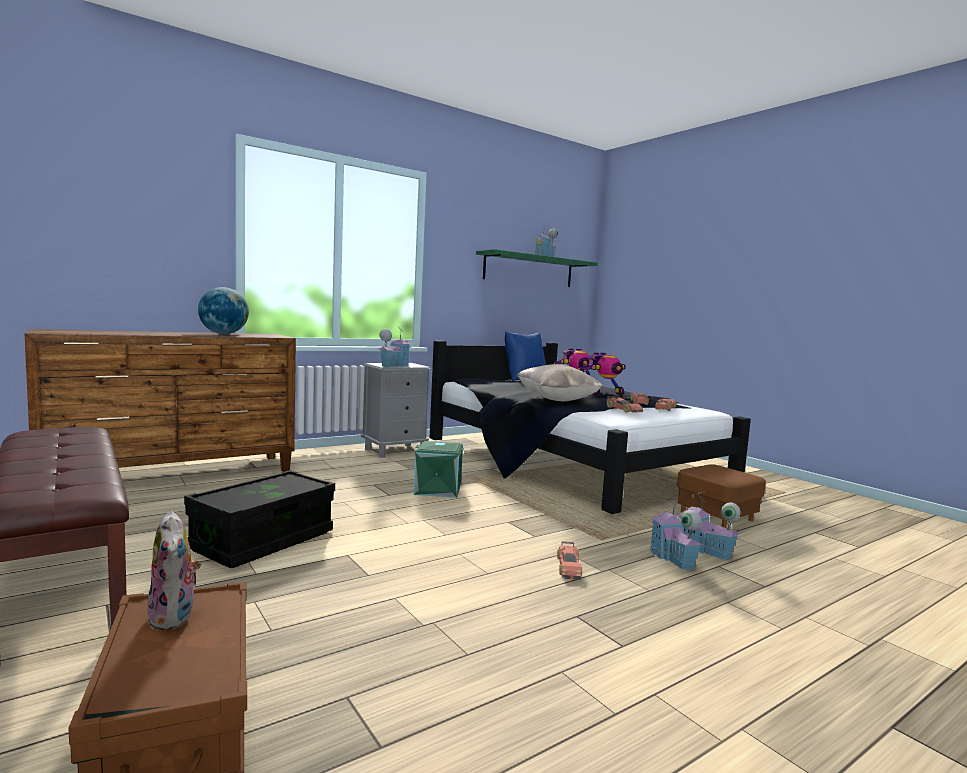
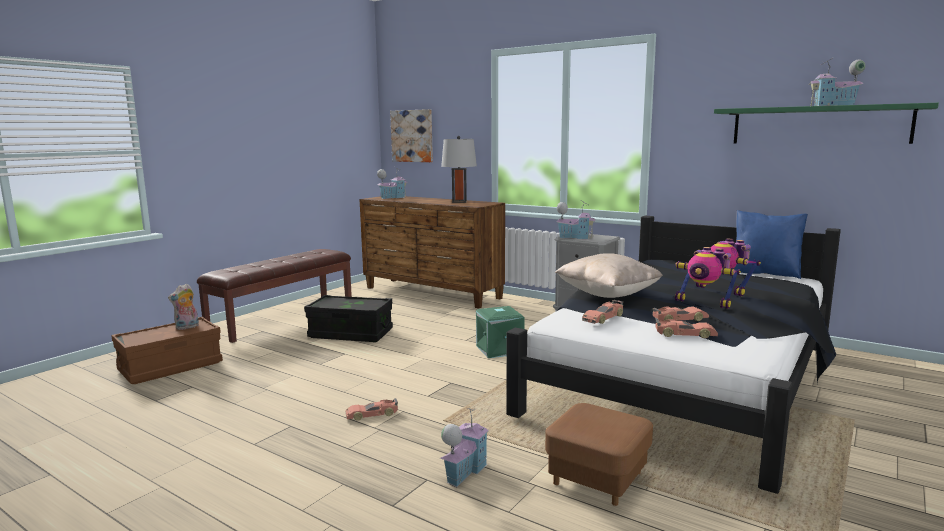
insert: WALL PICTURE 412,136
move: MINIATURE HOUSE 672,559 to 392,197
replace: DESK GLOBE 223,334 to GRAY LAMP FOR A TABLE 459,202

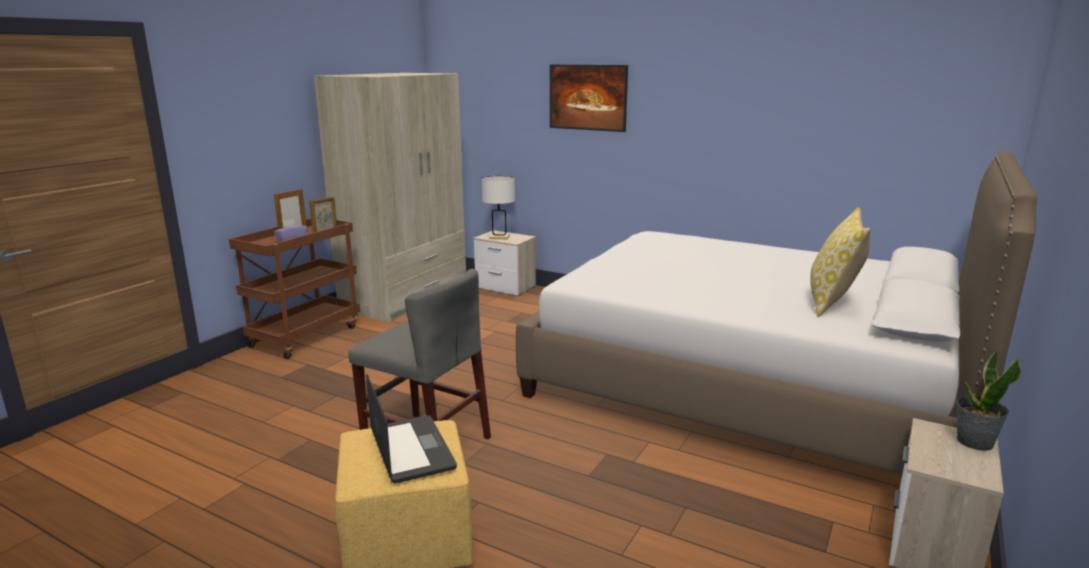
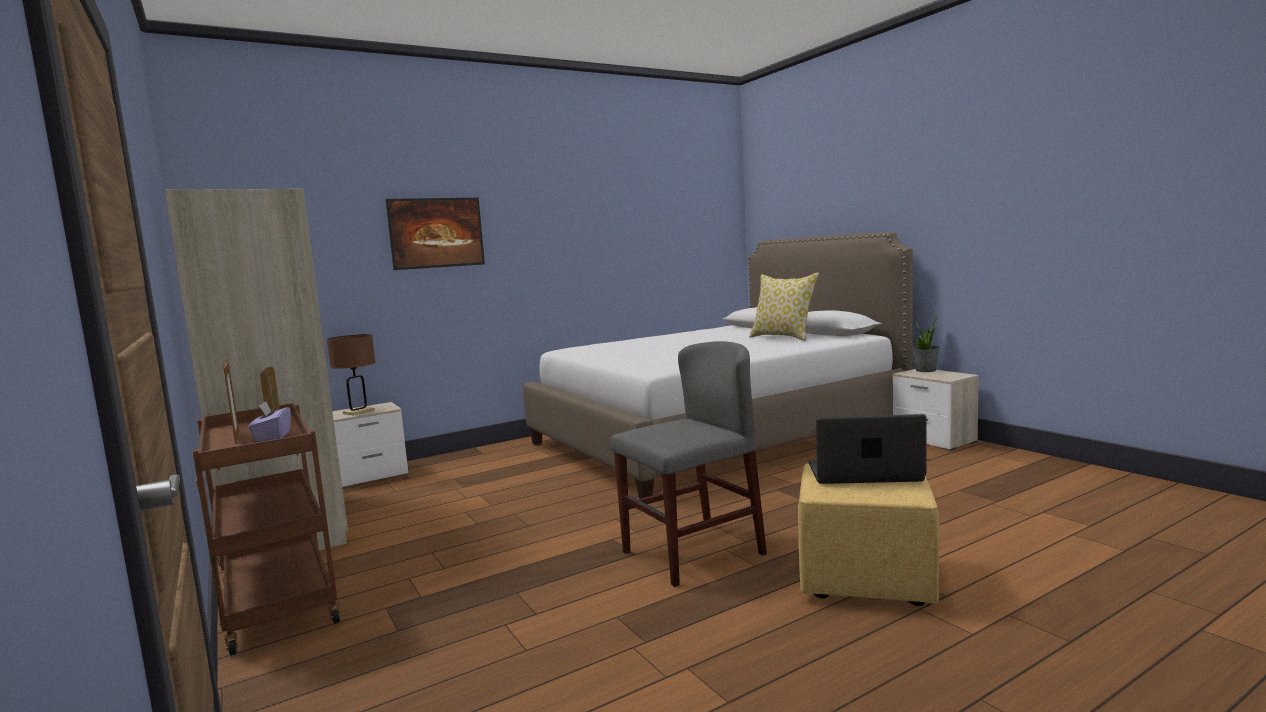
recolor: WHITISH LAMP FOR A TABLE 499,237 to BROWN-COLOURED LAMP FOR A TABLE 359,412

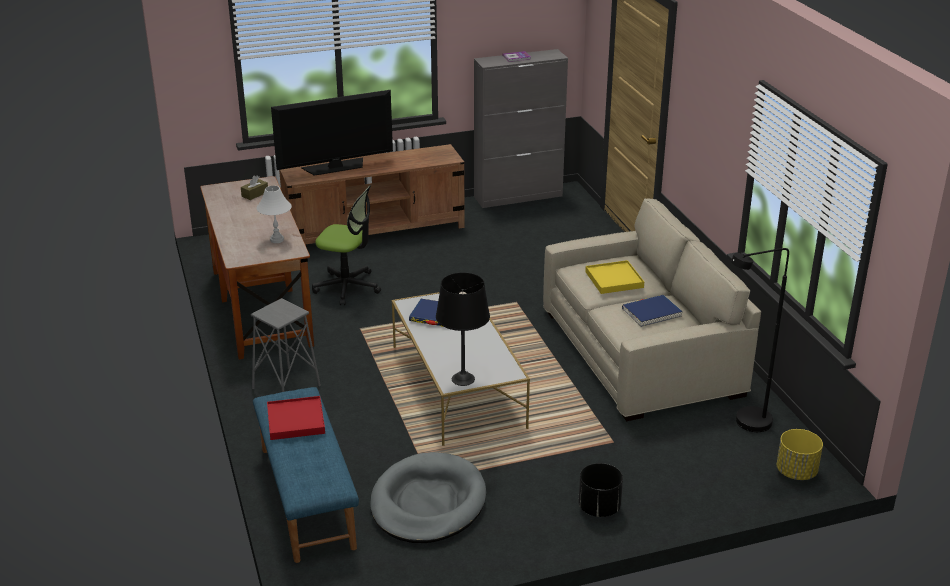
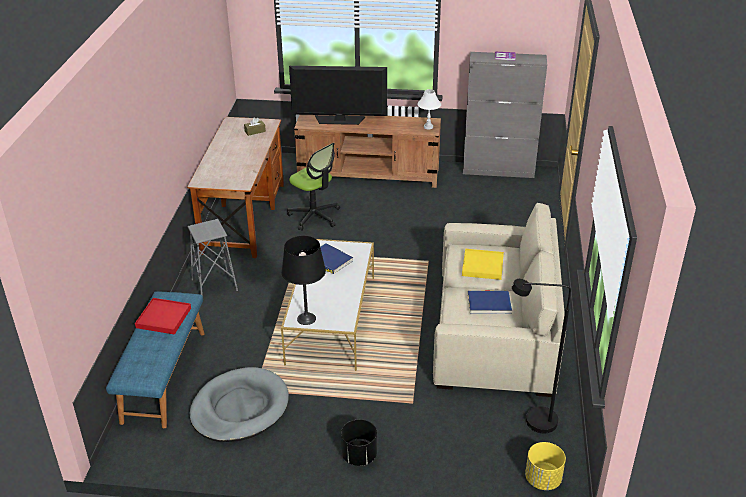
move: WHITISH LAMP FOR A TABLE 276,240 to 428,127

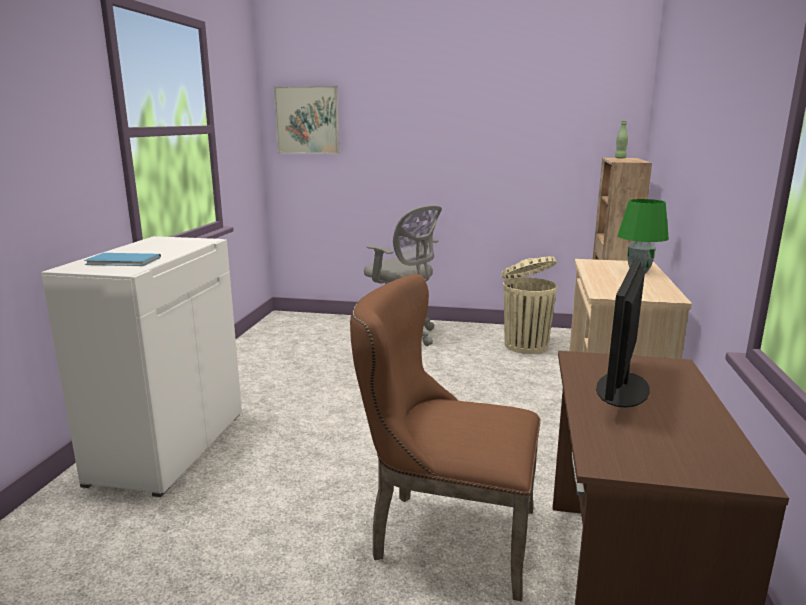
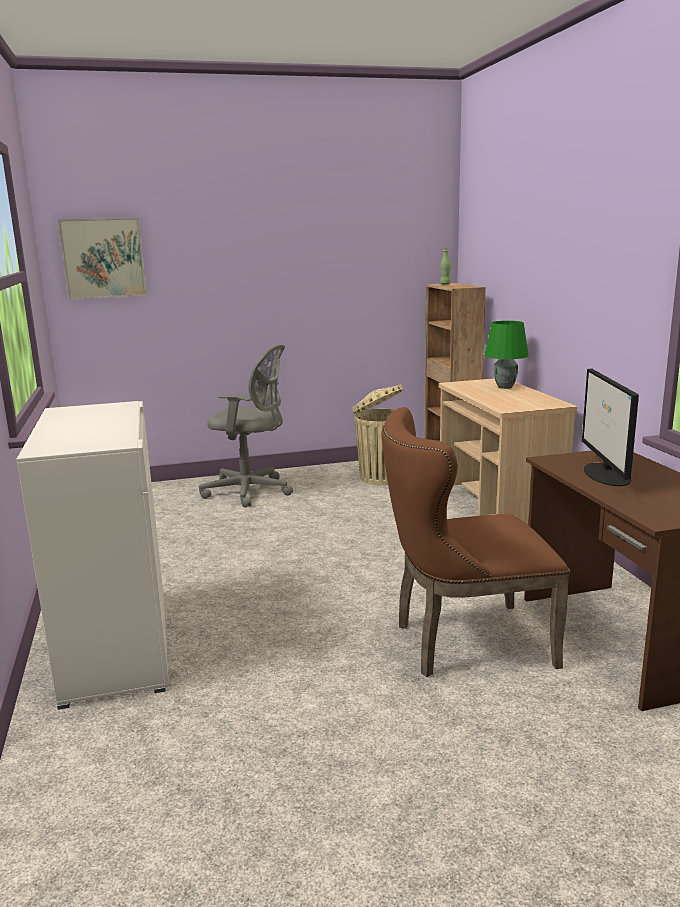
delete: BLUISH BOOK 124,261

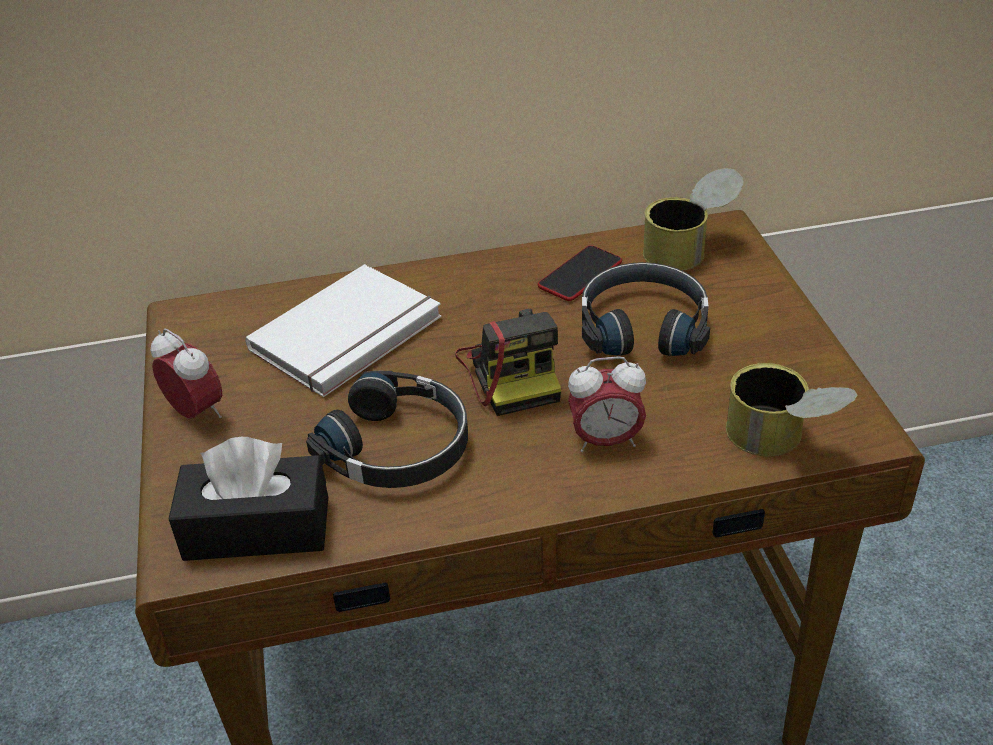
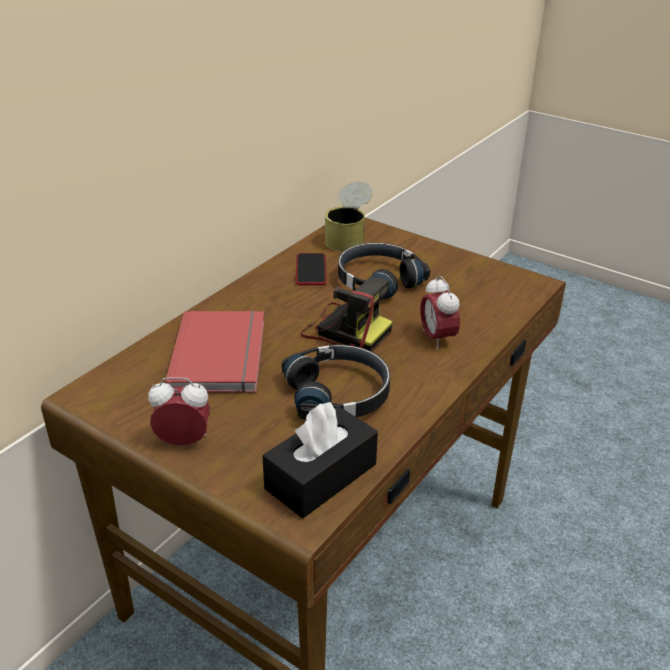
delete: CAN 782,442
recolor: WHITISH BOOK 350,335 to RED-COLOURED BOOK 222,354
rotate: BEDSIDE CLOCK 606,441 = 437,338 120 degrees clockwise

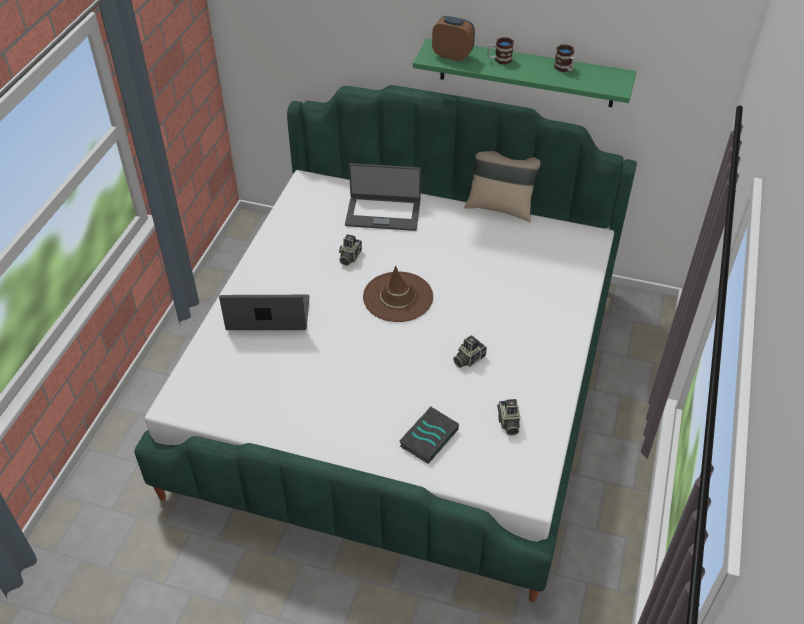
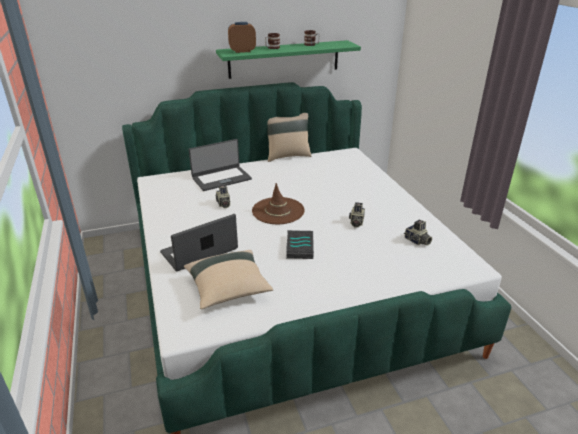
insert: BEIGE-COLOURED PILLOW 228,289
move: BOOK 428,437 to 299,247

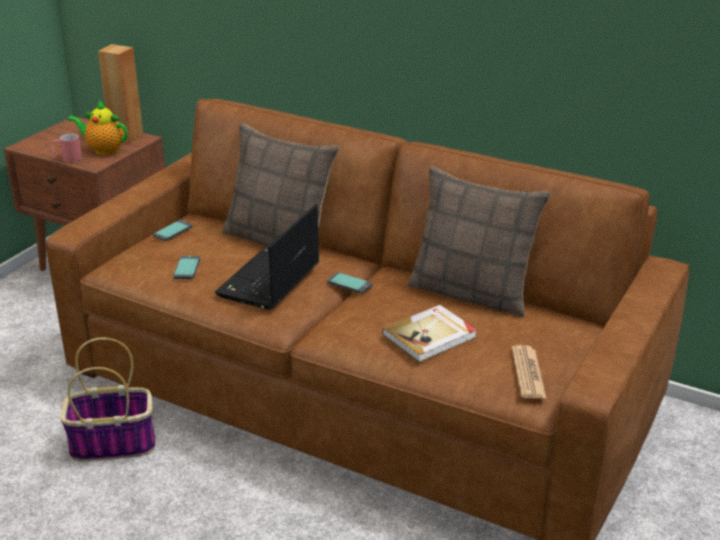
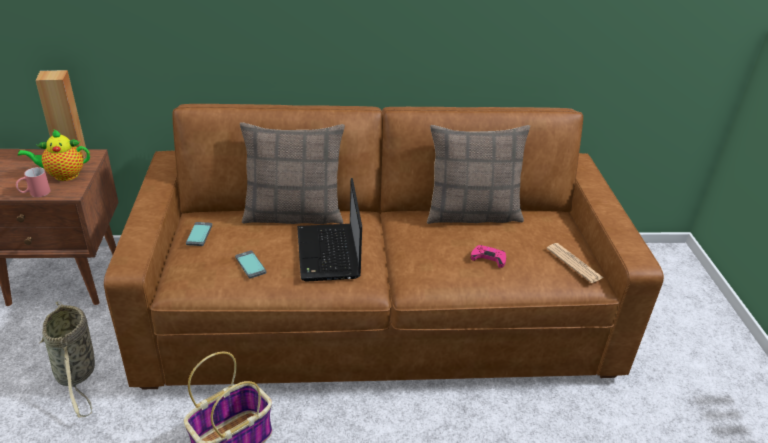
delete: TELEPHONE 349,284
insert: STORAGE BASKET 77,375
replace: BOOK 430,336 to PINK-COLOURED JOYPAD 488,258

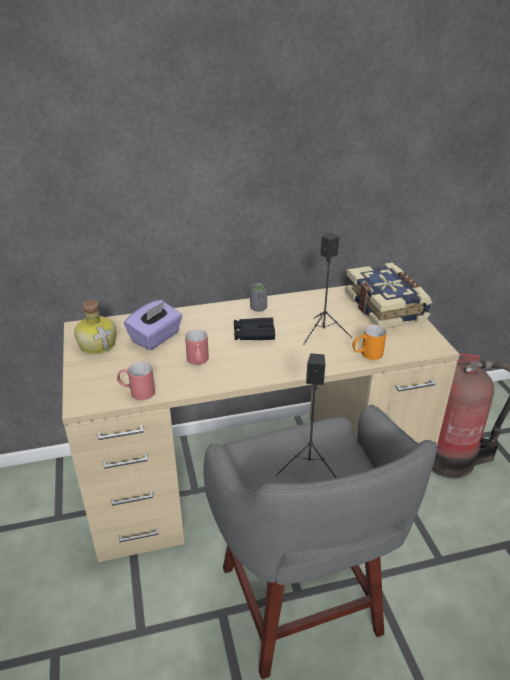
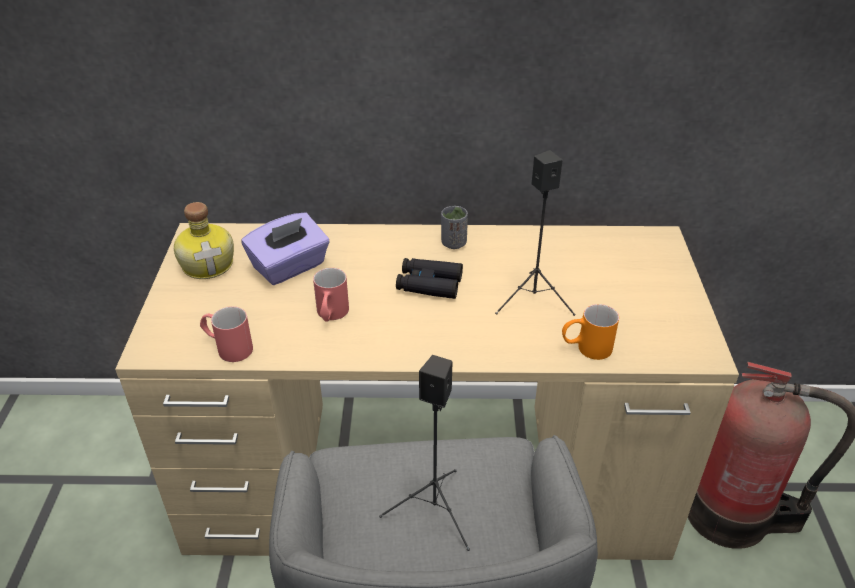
delete: BOOK 386,307

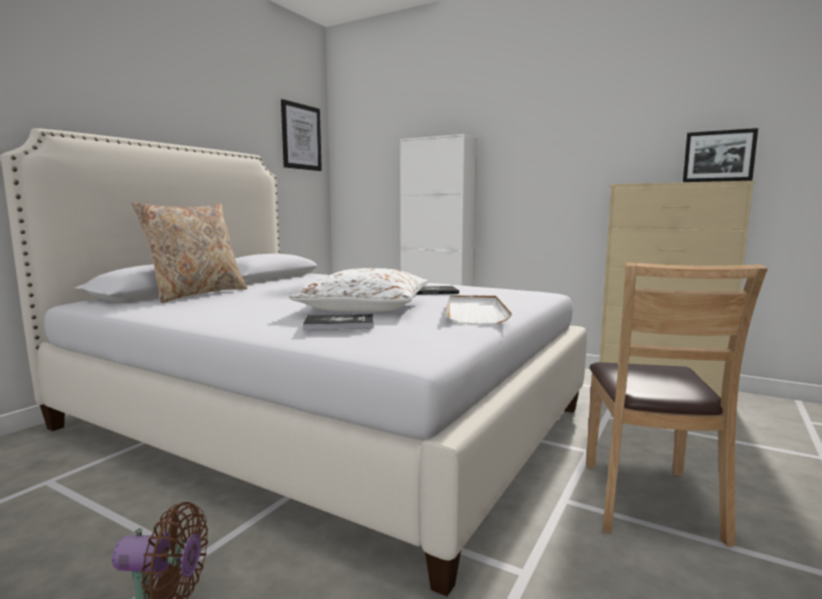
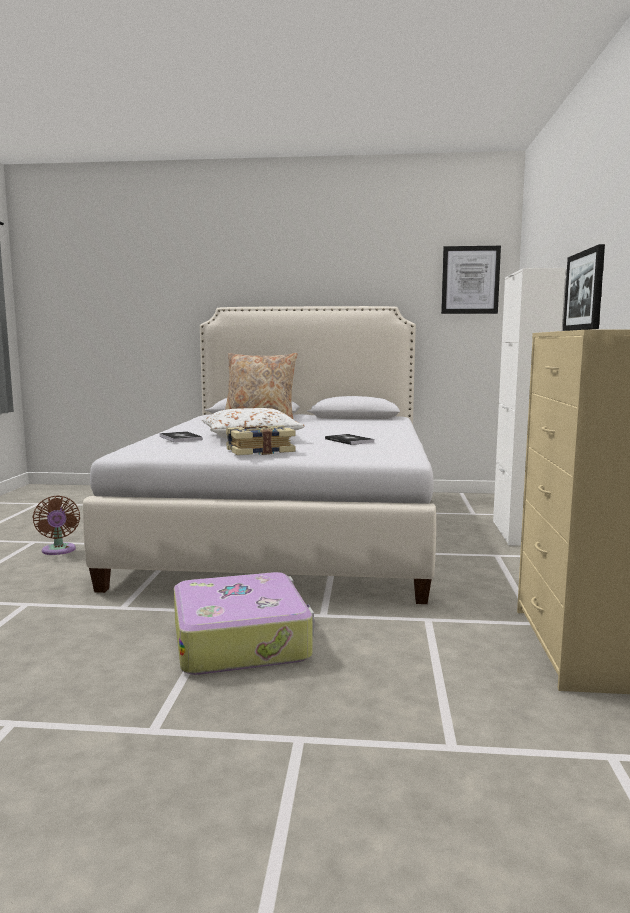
replace: WHITISH SERVING TRAY 475,312 to BOOK 259,451; BROWN-COLOURED UPRIGHT CHAIR 648,501 to PIECE OF LUGGAGE 242,640

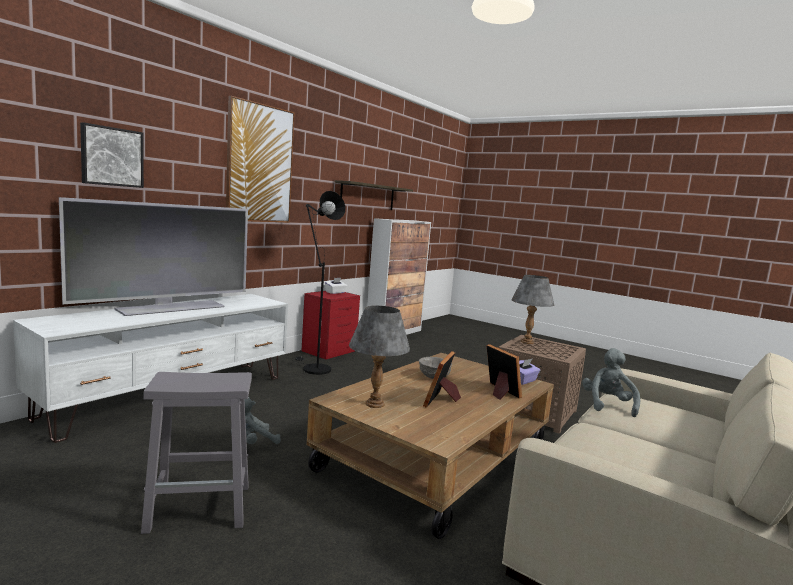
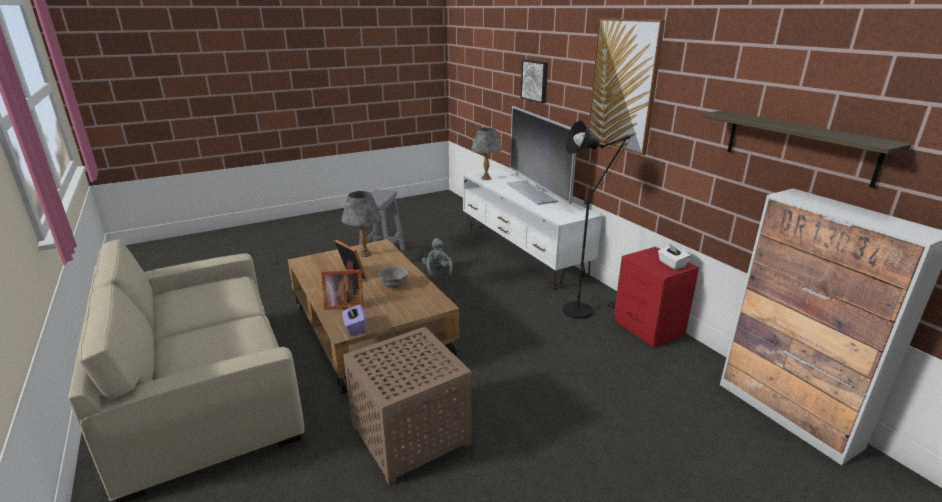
delete: GRAY PLUSH TOY 607,405
move: GRAY LAMP FOR A TABLE 527,342 to 486,178

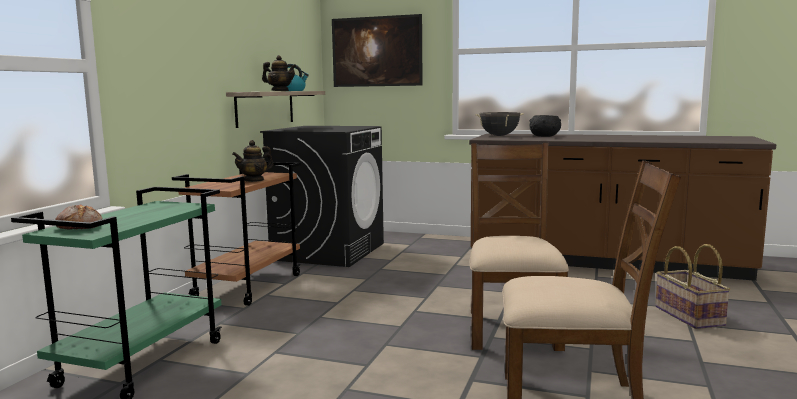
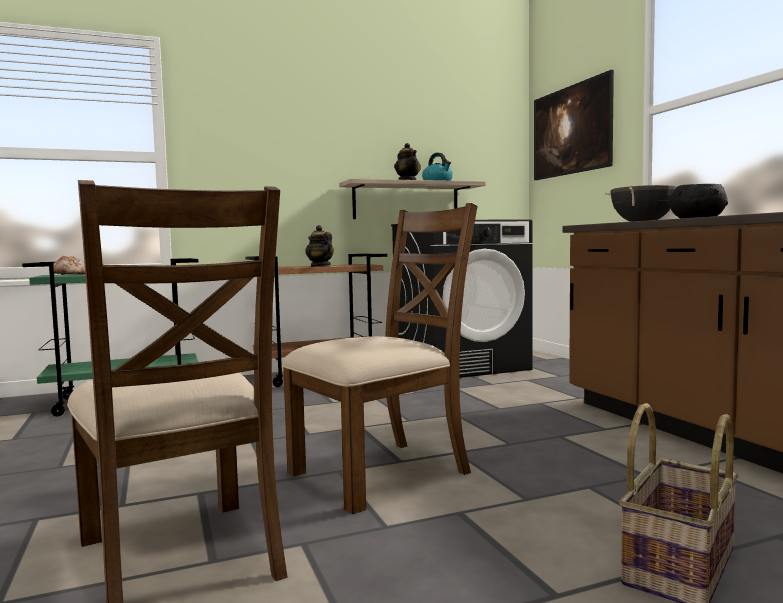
rotate: POT FOR TEA 254,180 = 320,266 45 degrees clockwise

